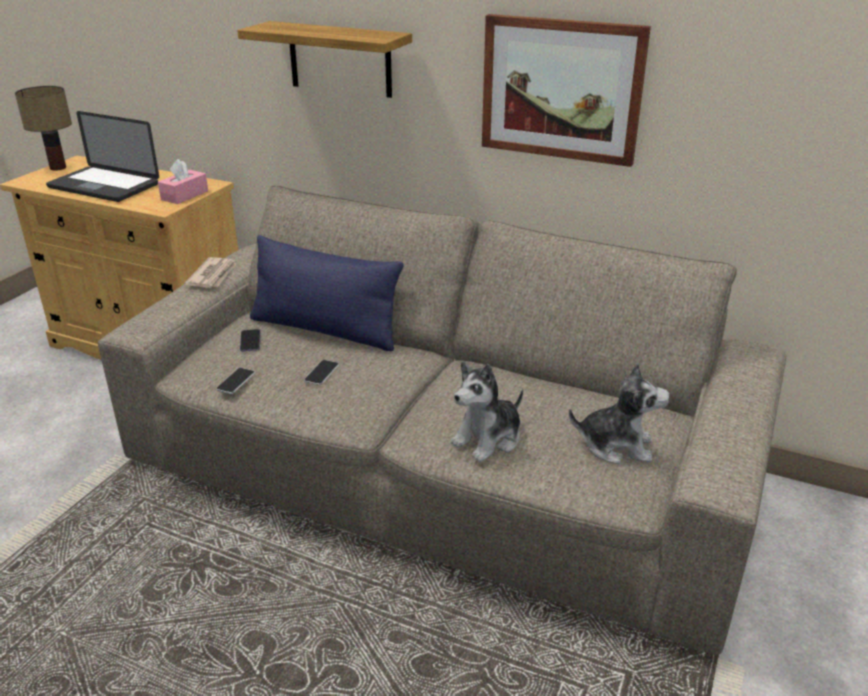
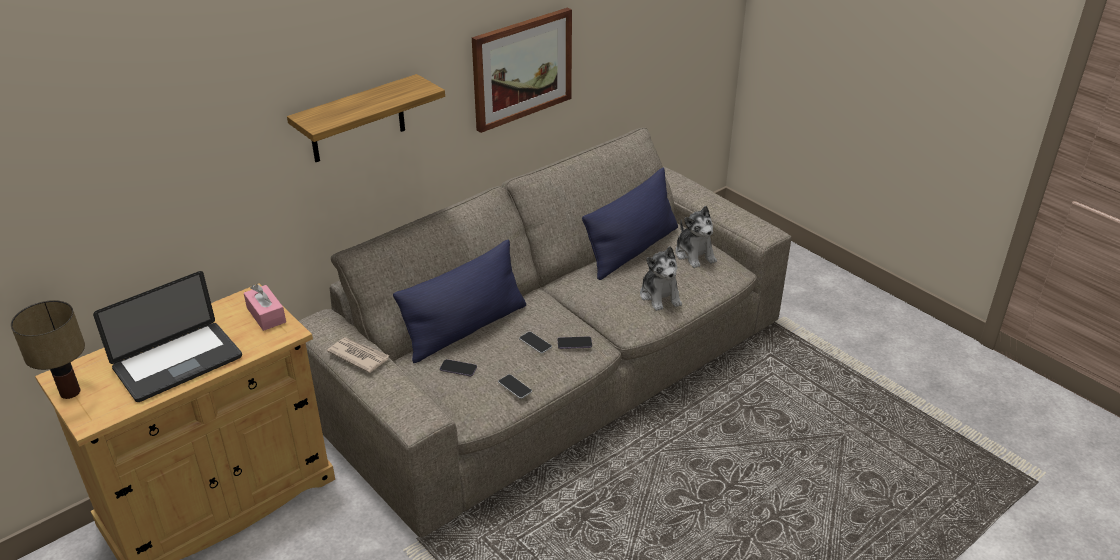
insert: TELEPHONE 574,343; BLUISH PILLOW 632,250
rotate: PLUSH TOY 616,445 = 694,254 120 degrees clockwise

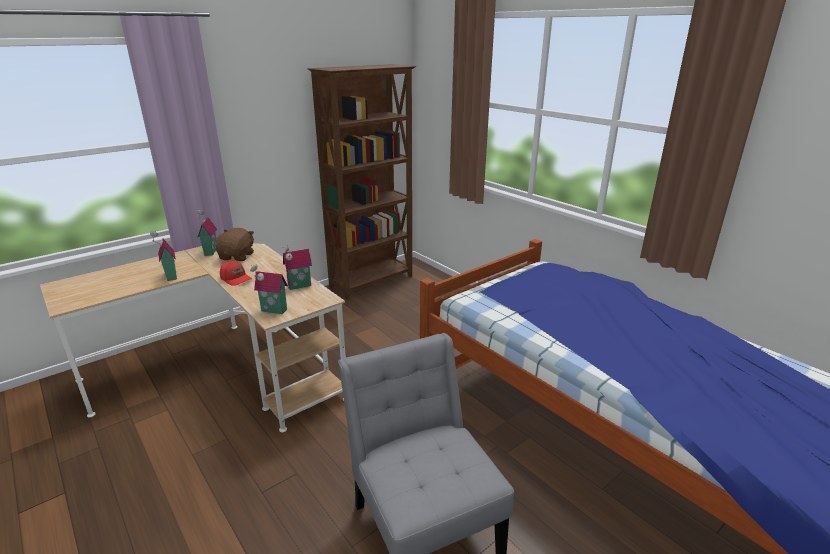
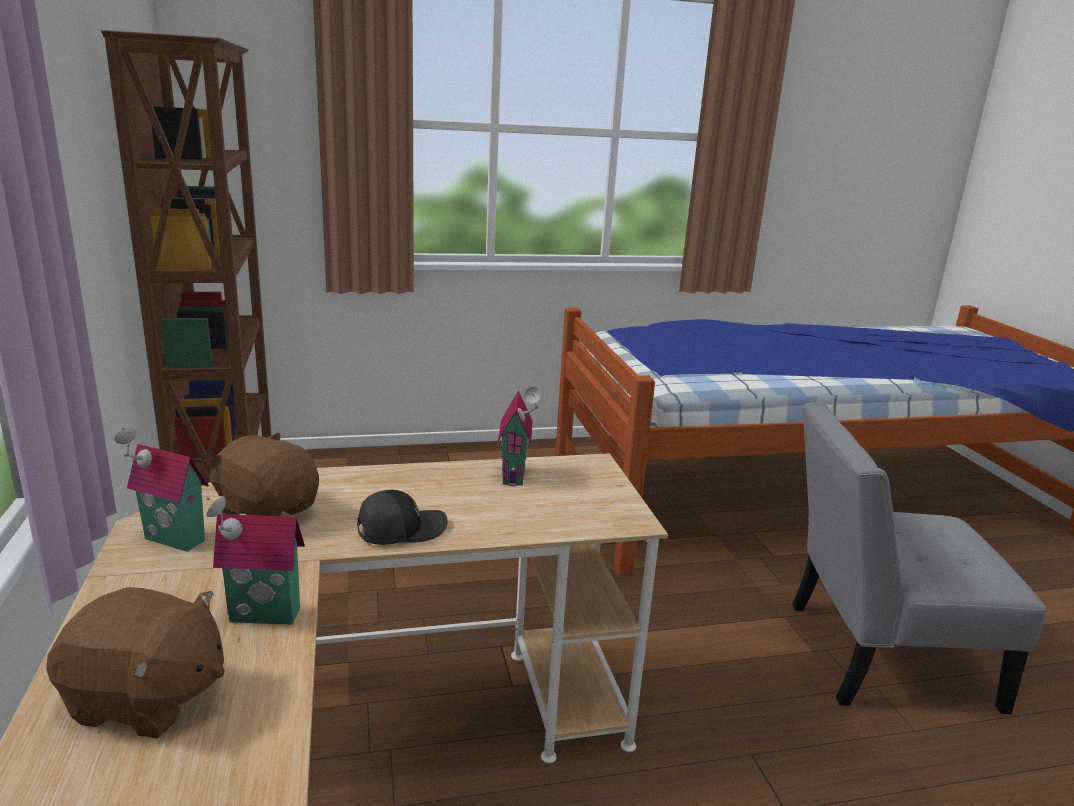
delete: MINIATURE HOUSE 273,311
insert: BROWN-COLOURED PLUSH TOY 147,699
recolor: RED-COLOURED PEAKED CAP 236,278 to BLACK-COLOURED PEAKED CAP 400,529

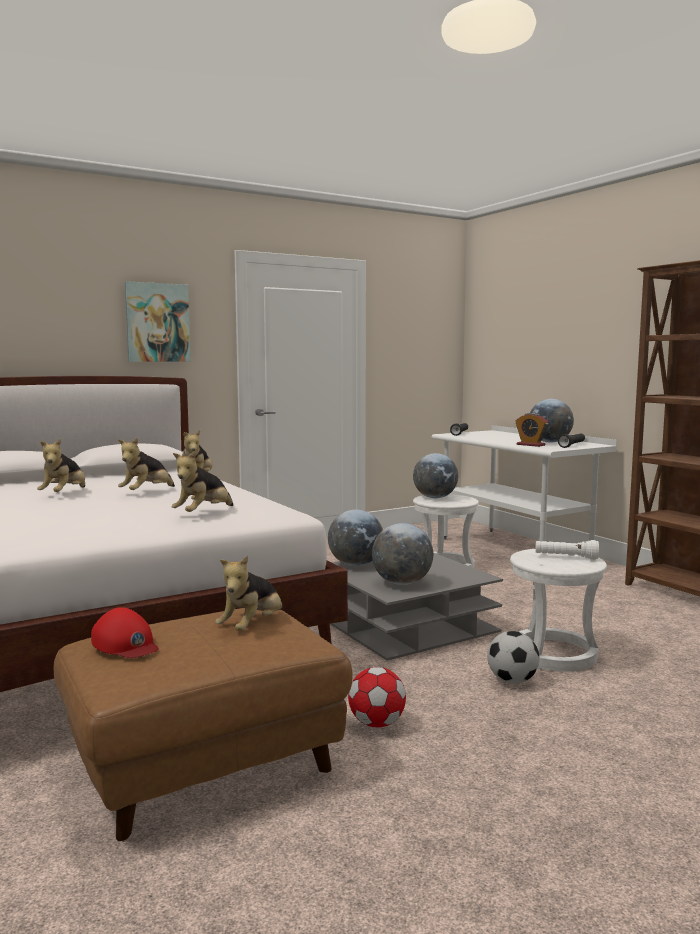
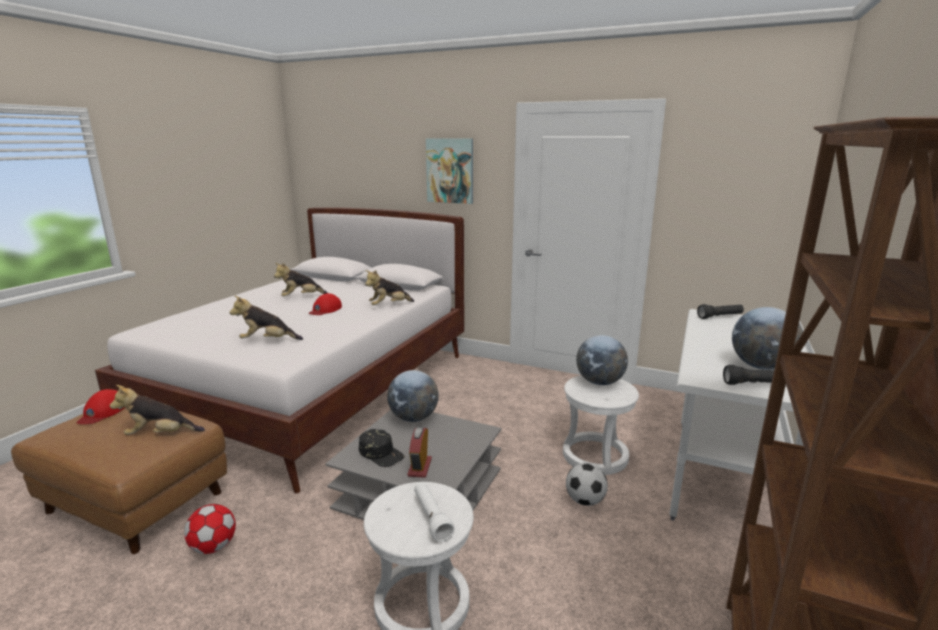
move: FOOTBALL 512,681 to 585,501; BEDSIDE CLOCK 530,445 to 419,467
replace: PLUSH TOY 147,493 to RED-COLOURED PEAKED CAP 325,310; DESK GLOBE 402,583 to BLACK-COLOURED PEAKED CAP 381,453

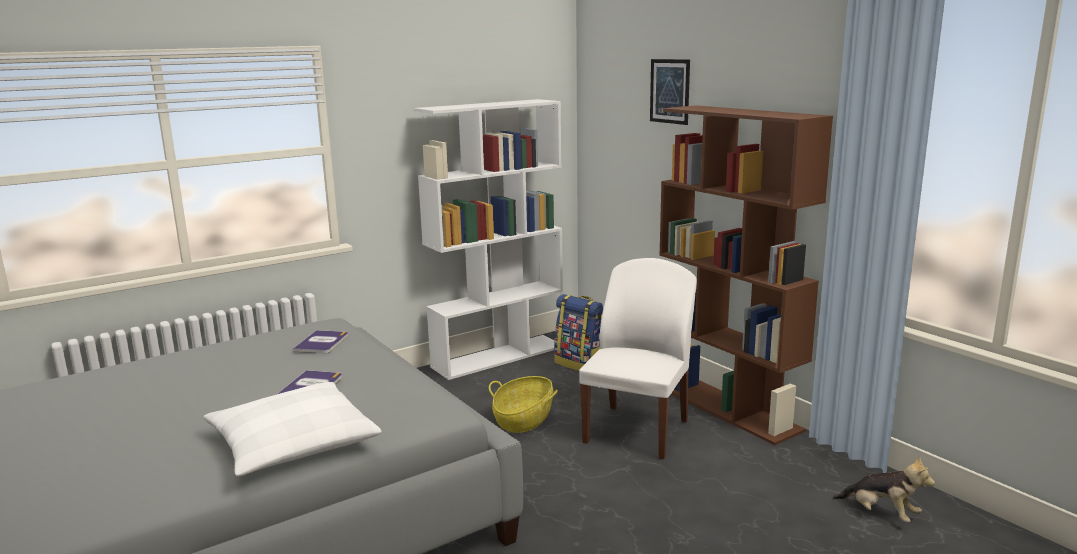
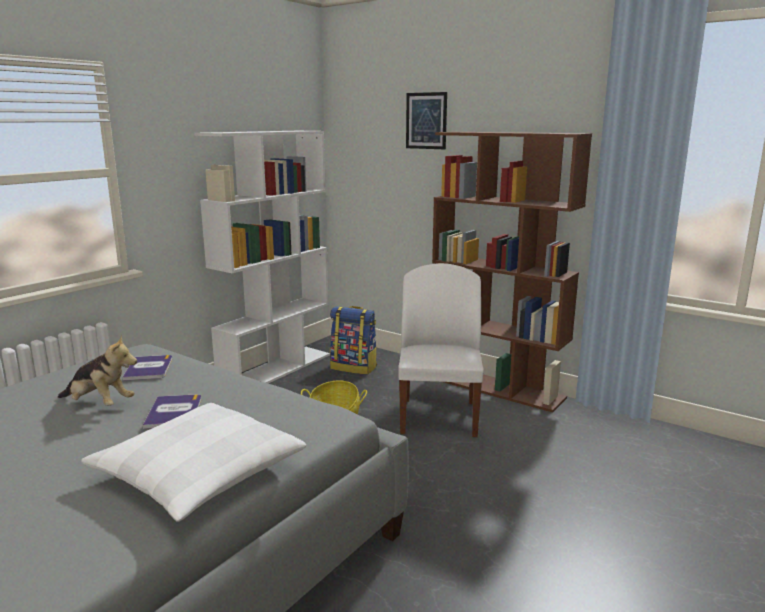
move: PLUSH TOY 881,513 to 99,404

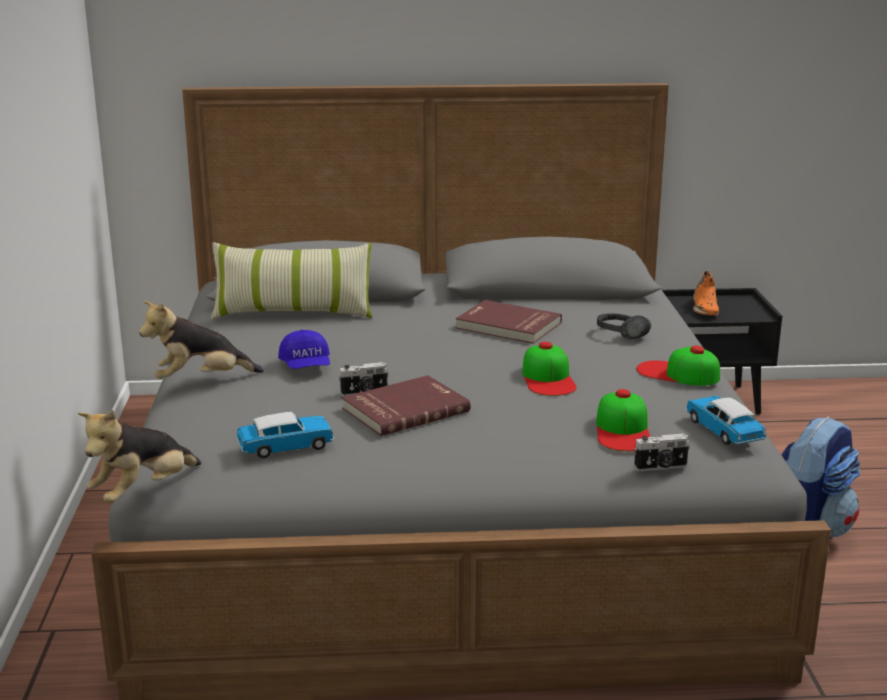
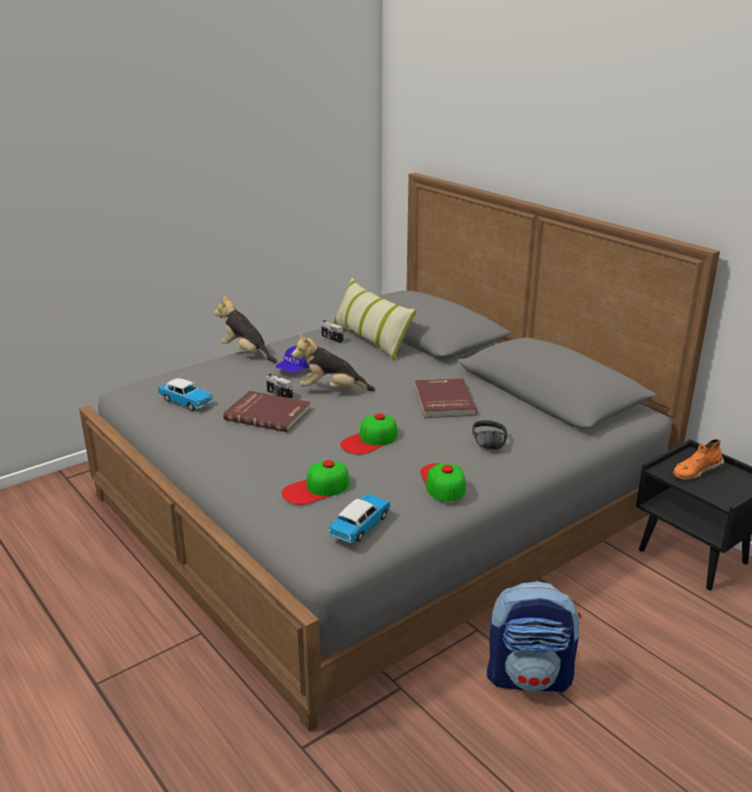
move: PLUSH TOY 143,492 to 332,390; STILL CAMERA 661,467 to 331,340

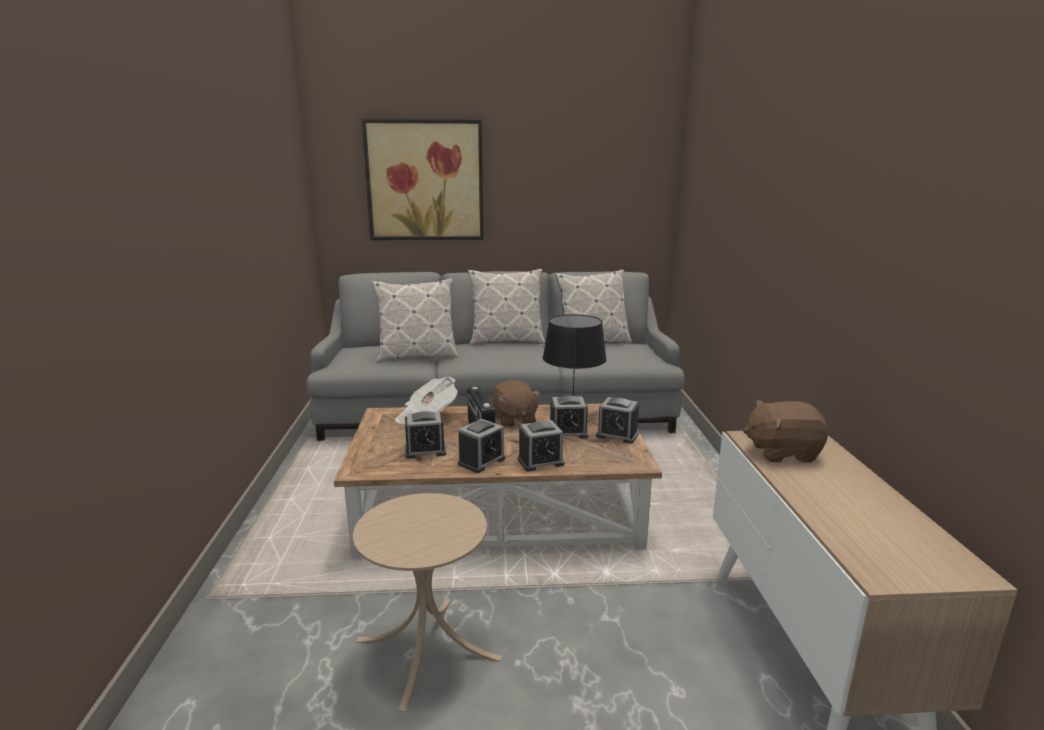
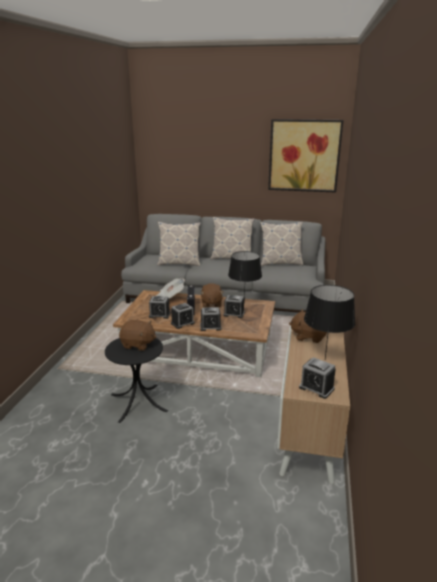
insert: BROWN-COLOURED PLUSH TOY 138,344; BLACK-COLOURED LAMP FOR A TABLE 324,359
move: WALL PICTURE 425,181 to 304,156; BEDSIDE CLOCK 617,435 to 316,388
recolor: BEIGE-COLOURED END TABLE 427,649 to BLACK-COLOURED END TABLE 138,402

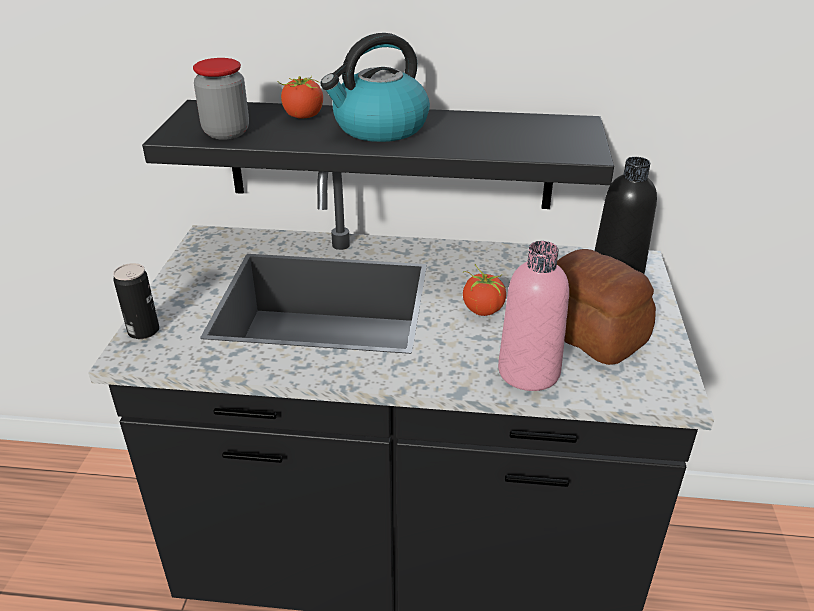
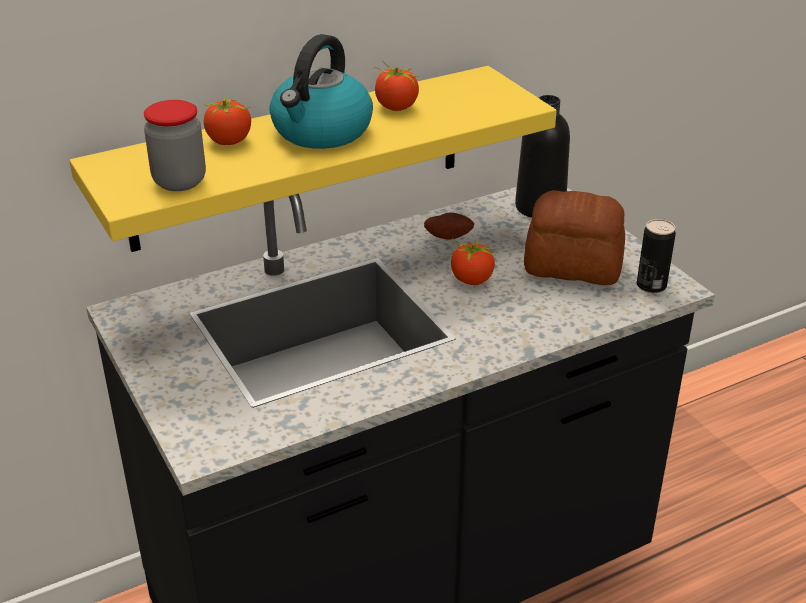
delete: PINK-COLOURED BEVERAGE BOTTLE 528,372
insert: TOMATO 396,107; SPUD 448,236
move: CAN 143,331 to 651,285
recolor: BLACK-COLOURED SHELF 389,155 to YELLOW-COLOURED SHELF 298,158

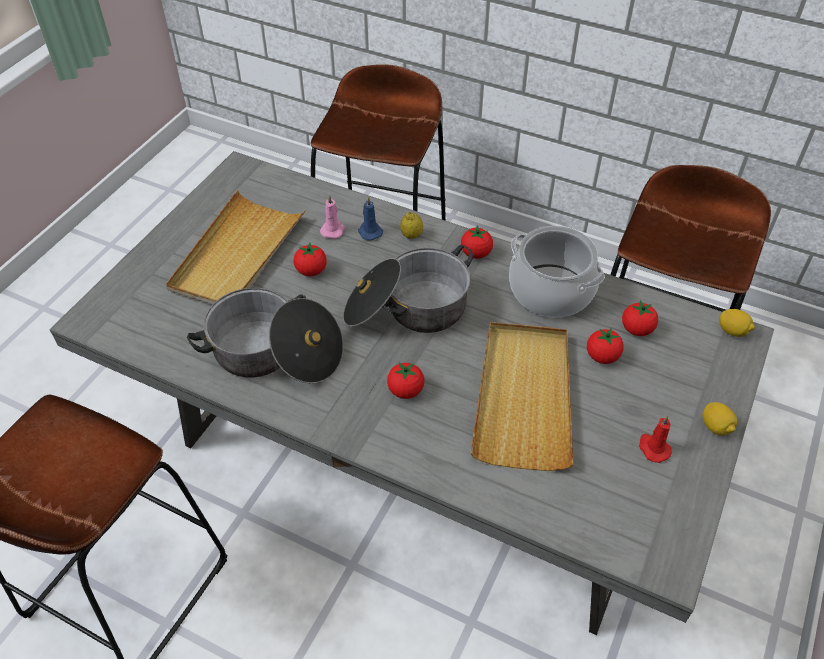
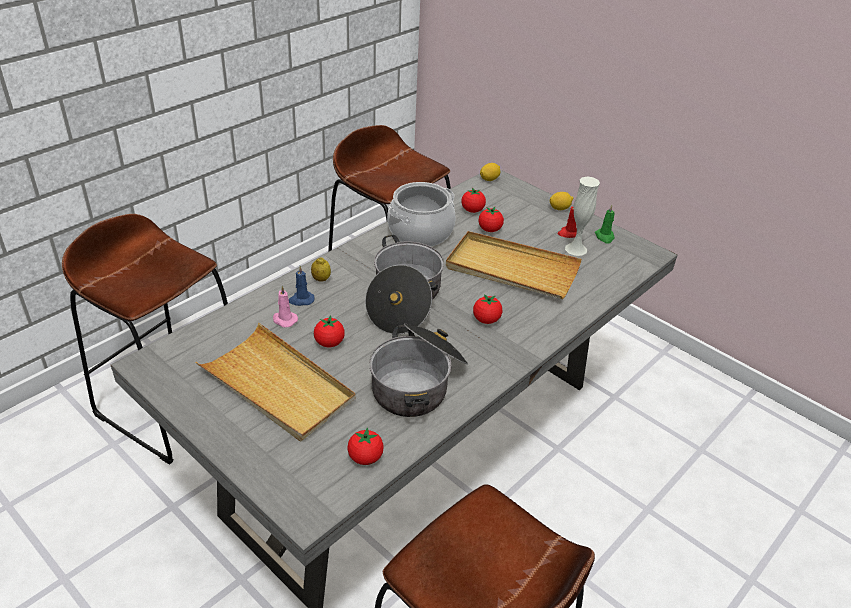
insert: WHITISH DECORATIVE VASE 576,249; GREEN-COLOURED WAX CANDLE 604,237
move: TOMATO 476,253 to 365,457

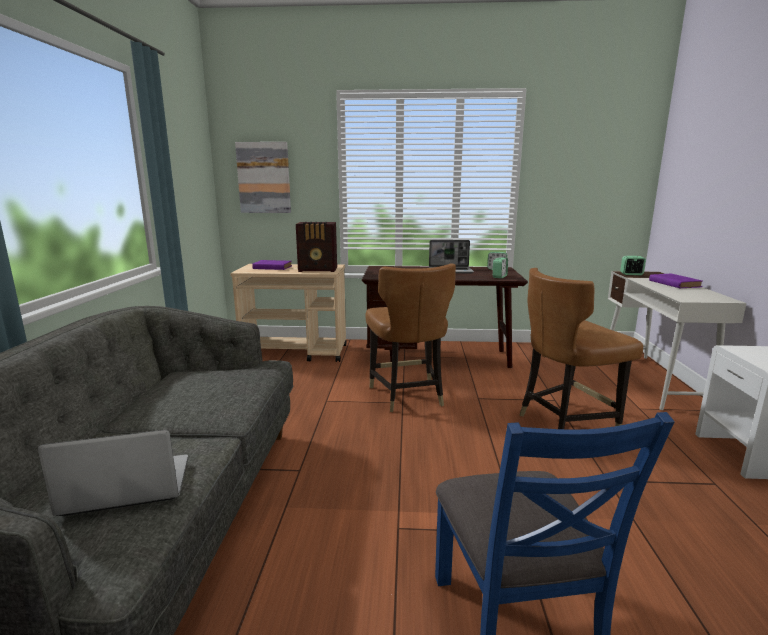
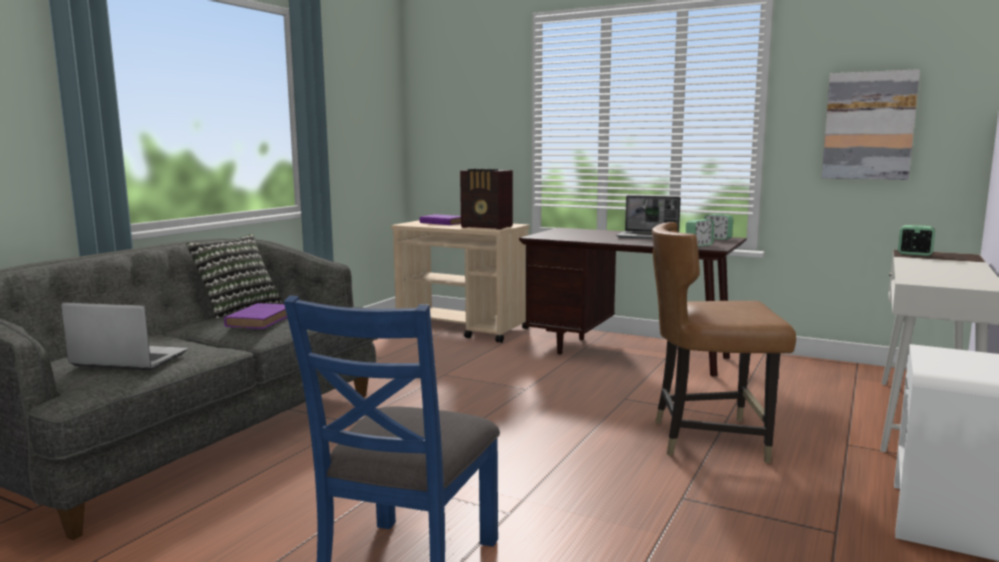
delete: BROWN-COLOURED UPRIGHT CHAIR 407,395
insert: PILLOW 237,308
move: WALL PICTURE 264,178 to 868,126; PURPLISH BOOK 673,283 to 261,320

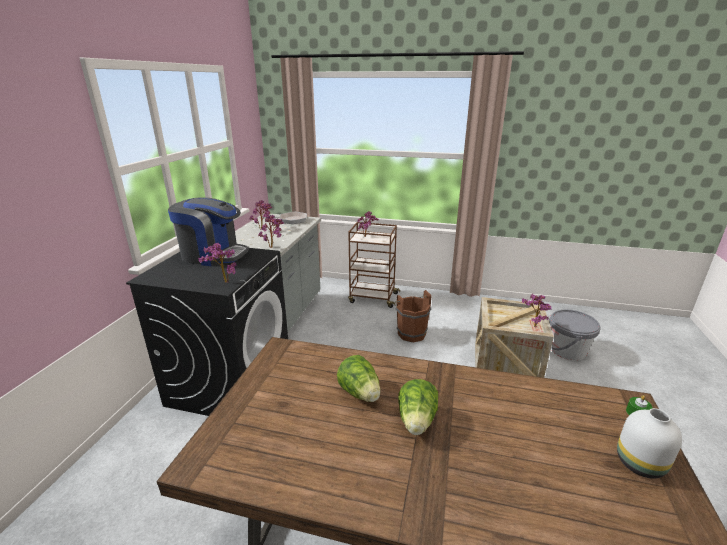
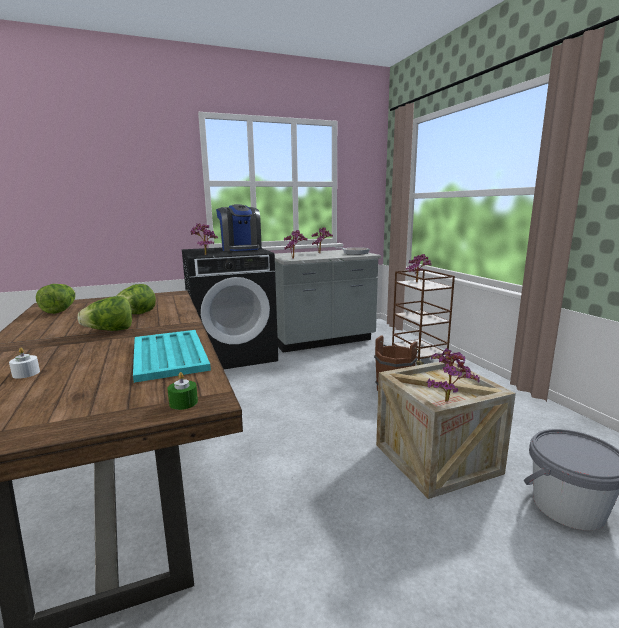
delete: WHITISH DECORATIVE VASE 639,462
insert: WHITISH WAX CANDLE 26,373; LETTUCE 60,310; TURQUOISE-COLOURED SERVING TRAY 169,355

